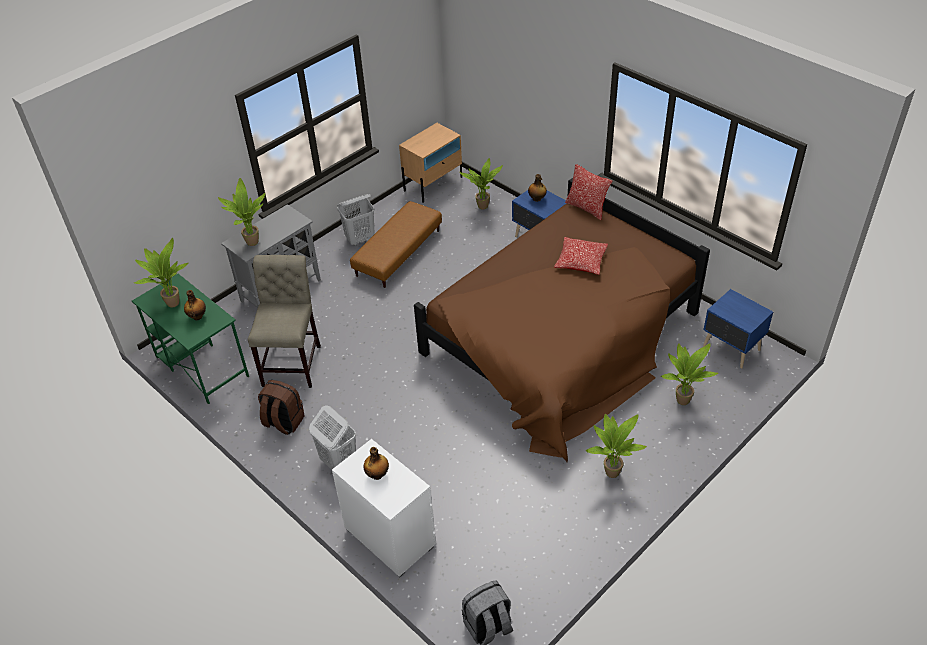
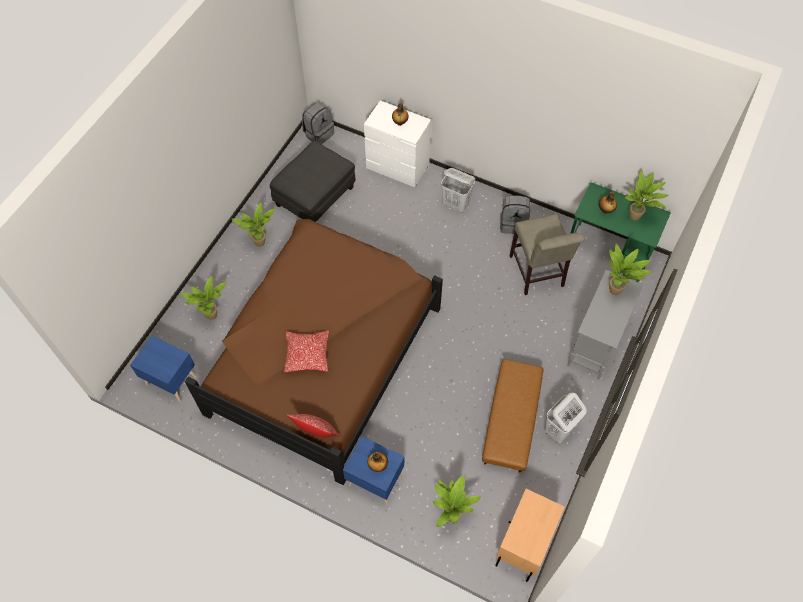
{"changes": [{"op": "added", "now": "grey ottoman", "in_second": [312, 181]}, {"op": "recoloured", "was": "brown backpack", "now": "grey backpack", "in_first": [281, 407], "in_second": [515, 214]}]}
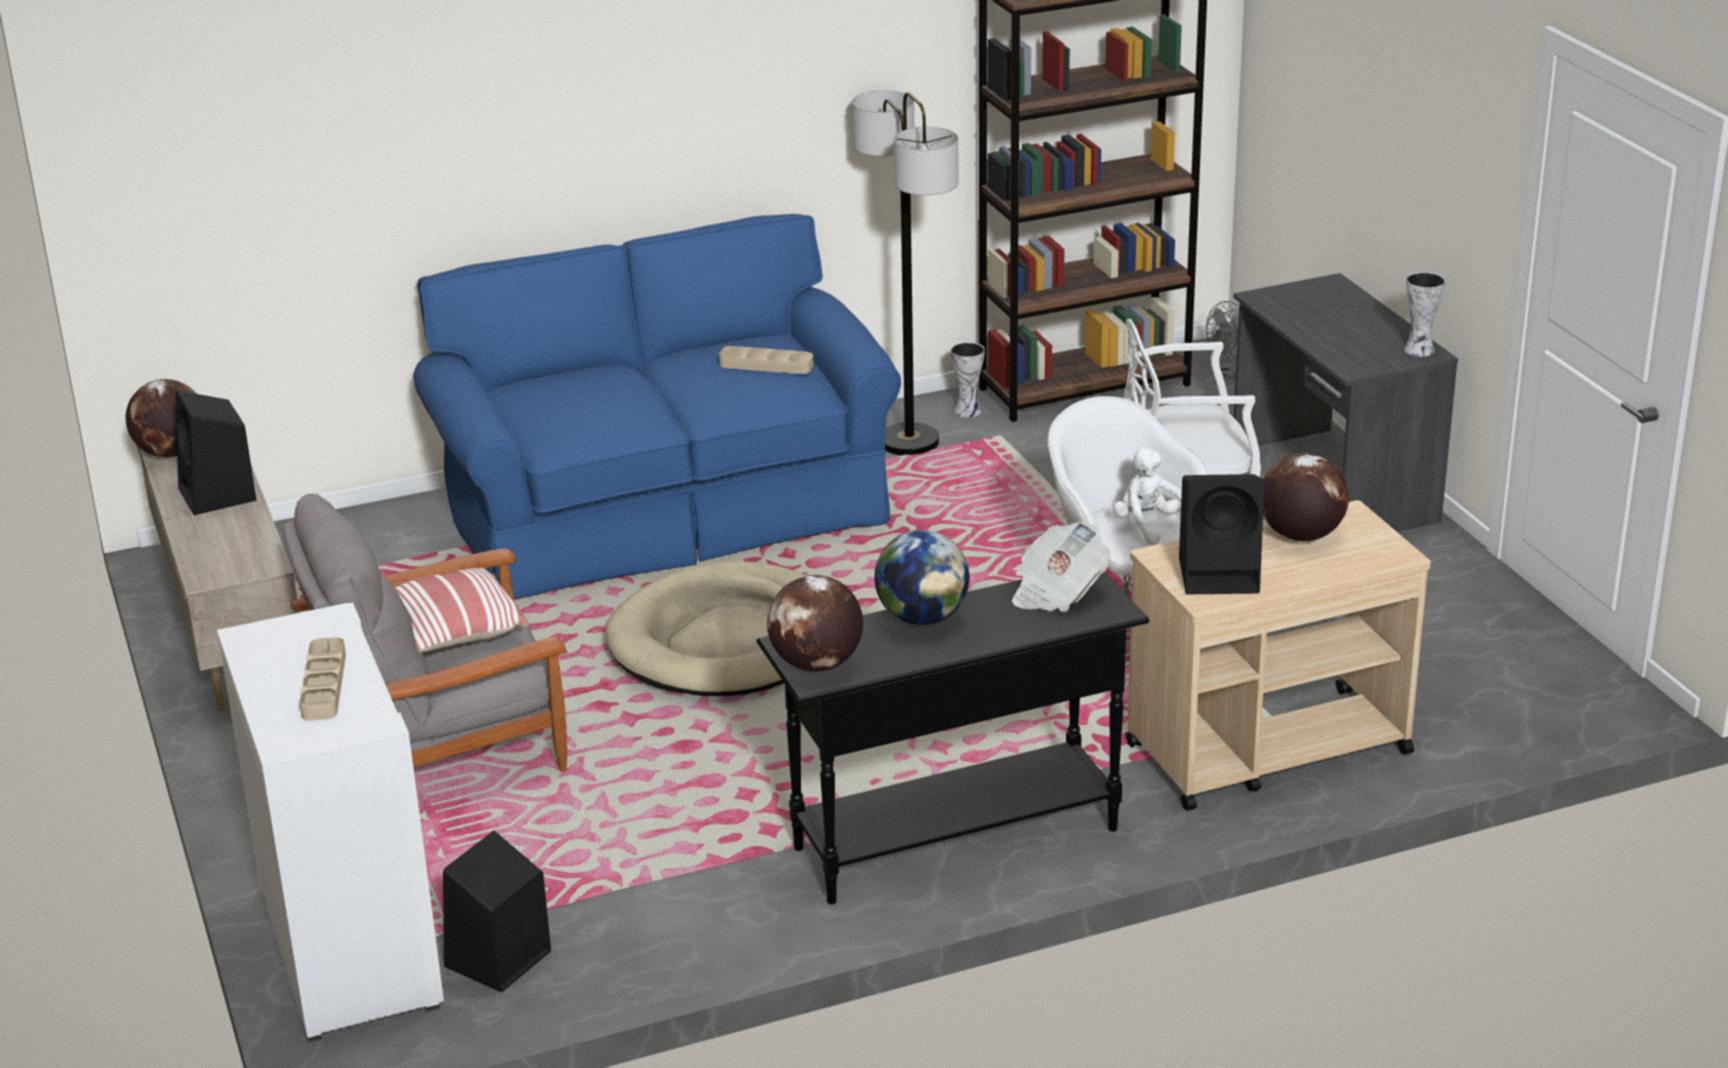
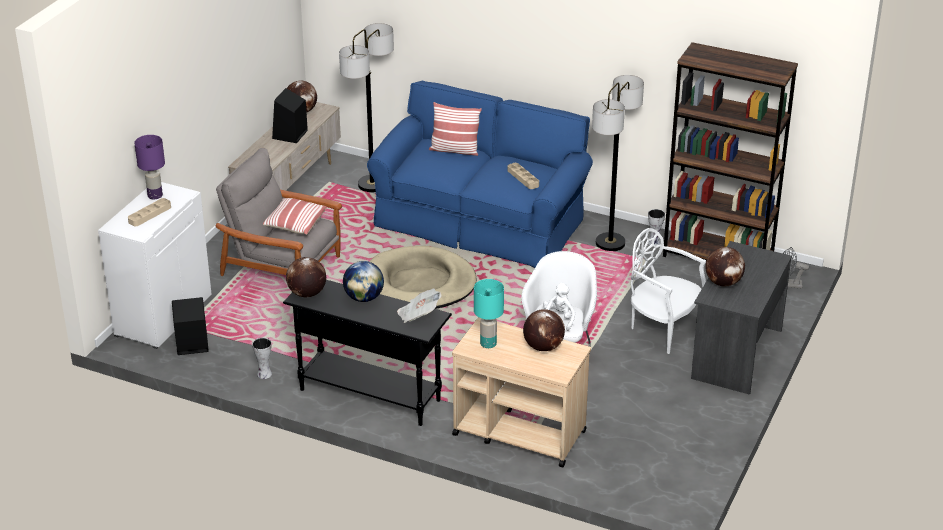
{"changes": [{"op": "added", "now": "purple table lamp", "in_second": [149, 167]}, {"op": "added", "now": "floor lamp", "in_second": [366, 107]}, {"op": "added", "now": "pillow", "in_second": [455, 129]}, {"op": "added", "now": "globe", "in_second": [725, 267]}, {"op": "moved", "was": "vase", "in_first": [1424, 314], "in_second": [262, 358]}, {"op": "replaced", "was": "black speaker", "now": "turquoise table lamp", "in_first": [1221, 534], "in_second": [489, 313]}]}
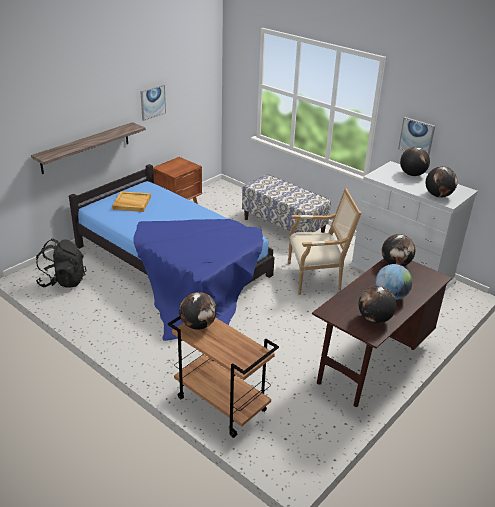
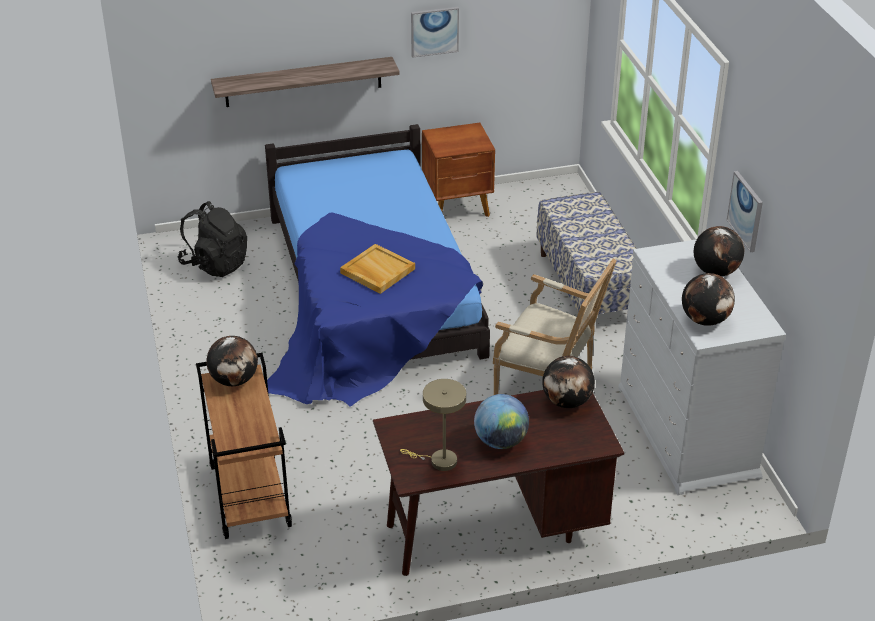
{"changes": [{"op": "moved", "was": "beige tray", "in_first": [131, 201], "in_second": [377, 269]}, {"op": "replaced", "was": "globe", "now": "beige table lamp", "in_first": [377, 304], "in_second": [433, 425]}]}
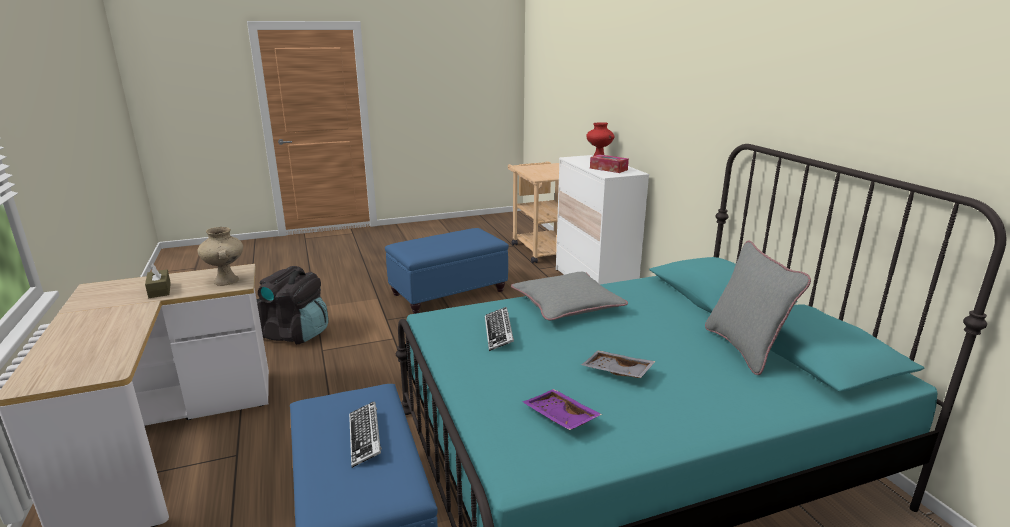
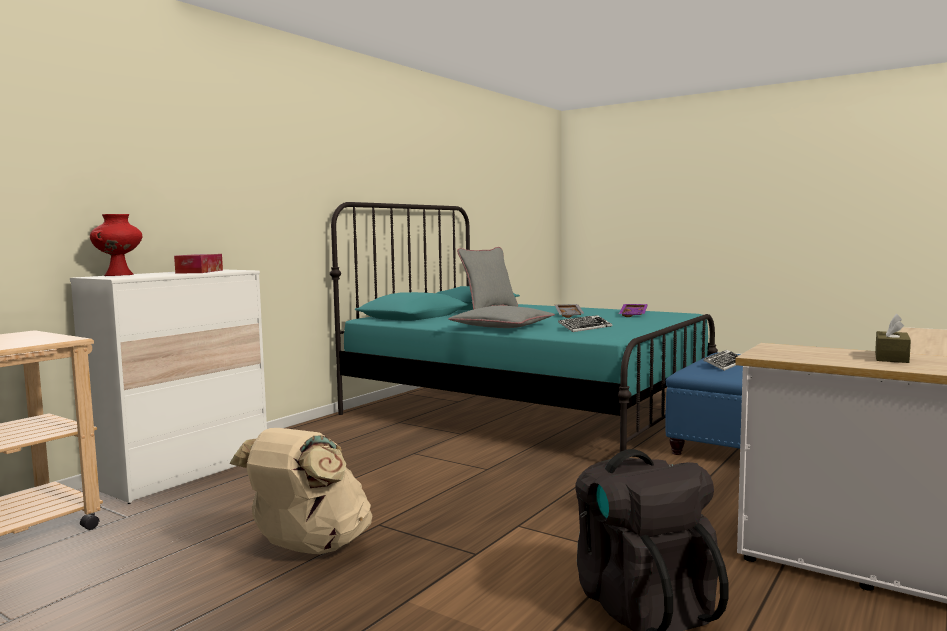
{"changes": [{"op": "removed", "was": "beige vase", "in_first": [220, 256]}, {"op": "replaced", "was": "blue ottoman", "now": "beige backpack", "in_first": [447, 271], "in_second": [301, 491]}]}
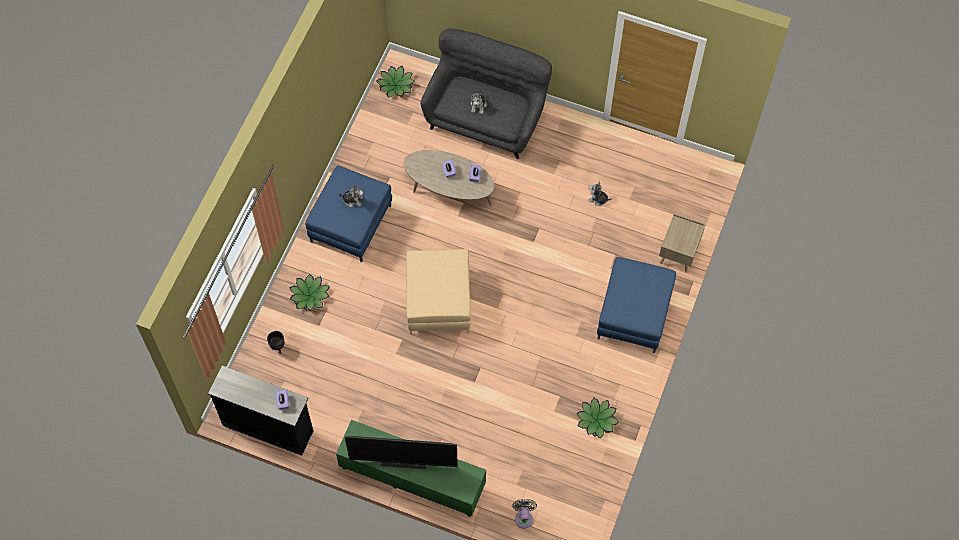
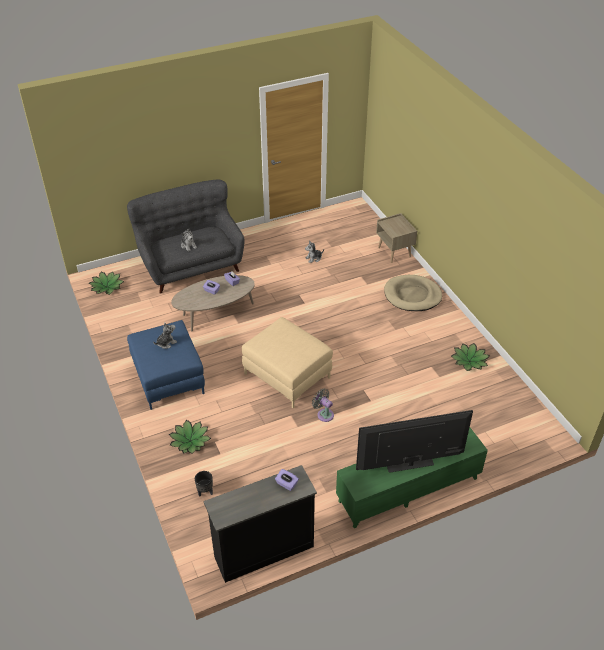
{"changes": [{"op": "moved", "was": "grey fan", "in_first": [524, 514], "in_second": [323, 405]}, {"op": "replaced", "was": "blue ottoman", "now": "beige dog bed", "in_first": [636, 305], "in_second": [413, 293]}, {"op": "turned", "was": "television", "in_first": [401, 452], "in_second": [414, 441], "clockwise": -150}]}
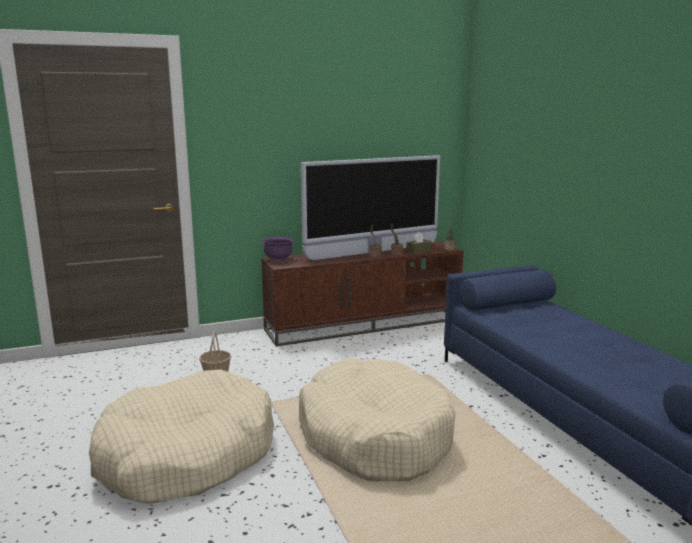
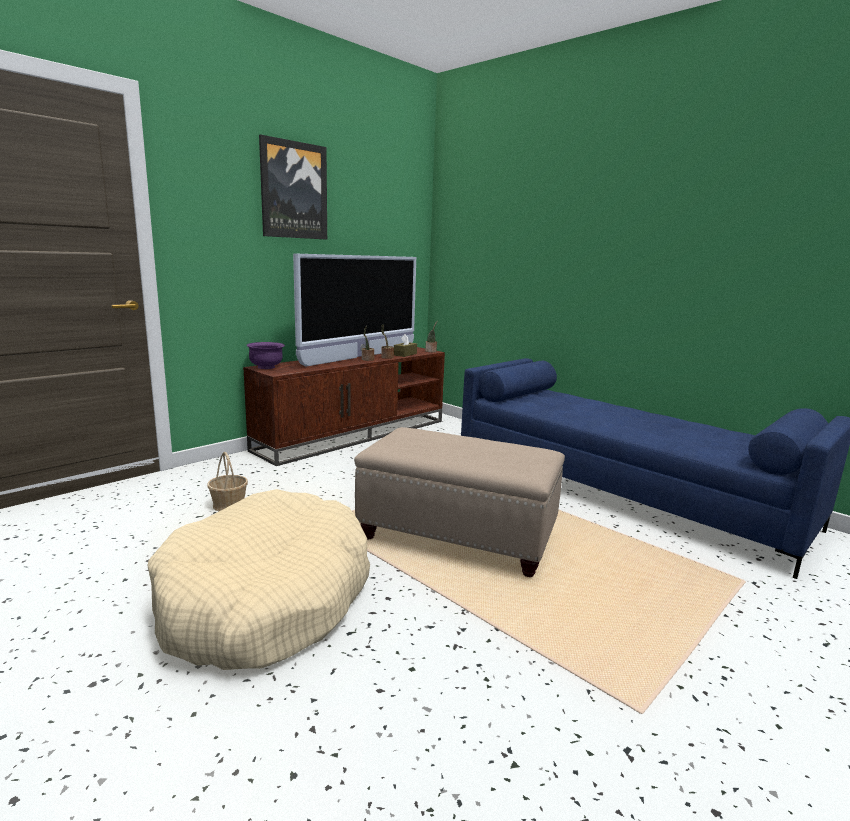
{"changes": [{"op": "added", "now": "picture", "in_second": [293, 187]}, {"op": "replaced", "was": "beige dog bed", "now": "beige ottoman", "in_first": [377, 419], "in_second": [459, 502]}]}
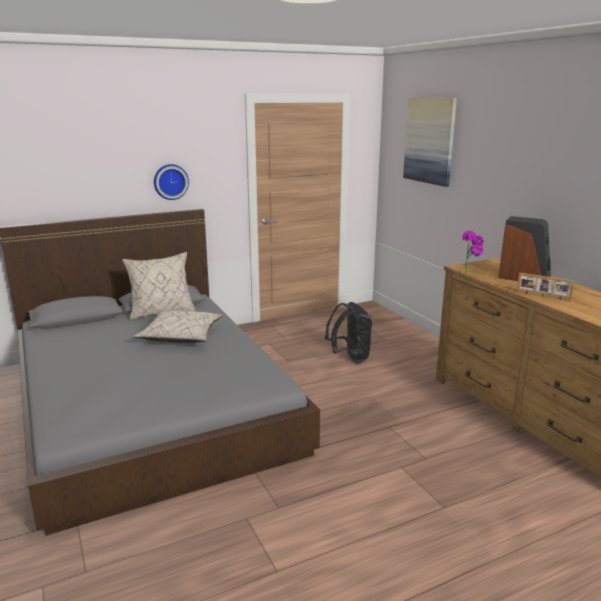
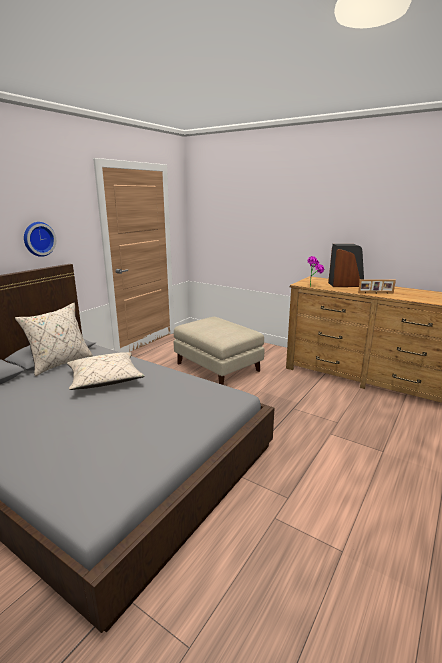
{"changes": [{"op": "removed", "was": "picture", "in_first": [430, 142]}, {"op": "replaced", "was": "black backpack", "now": "beige ottoman", "in_first": [348, 332], "in_second": [219, 351]}]}
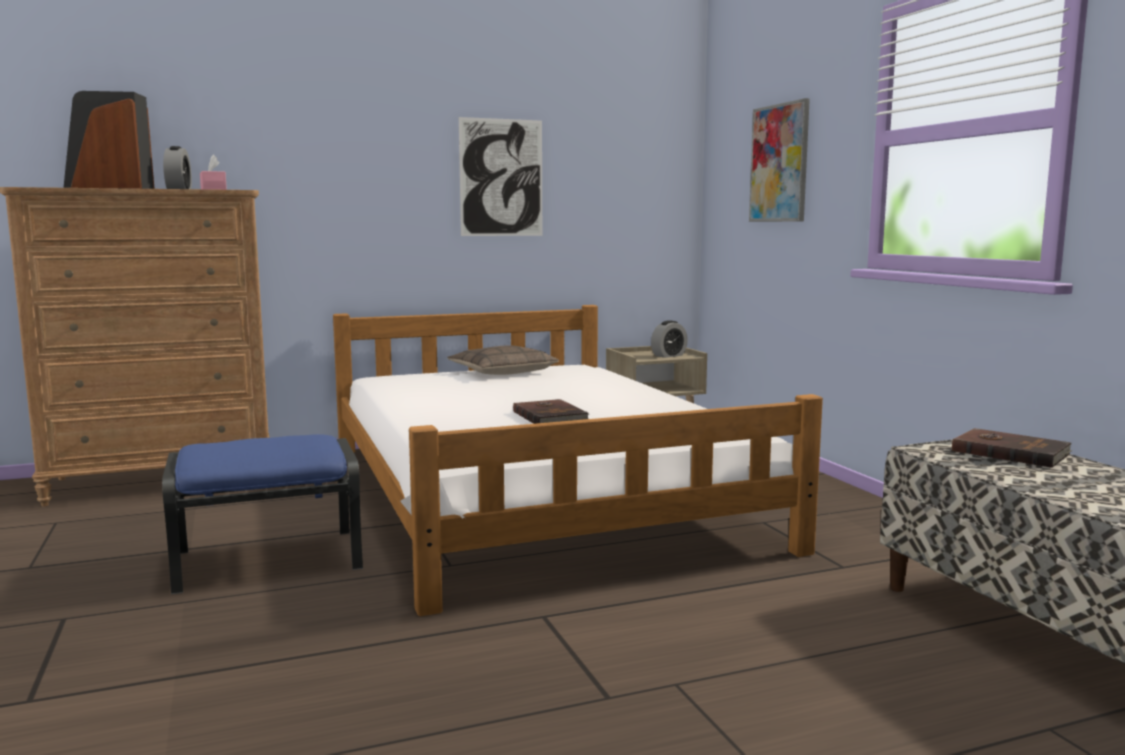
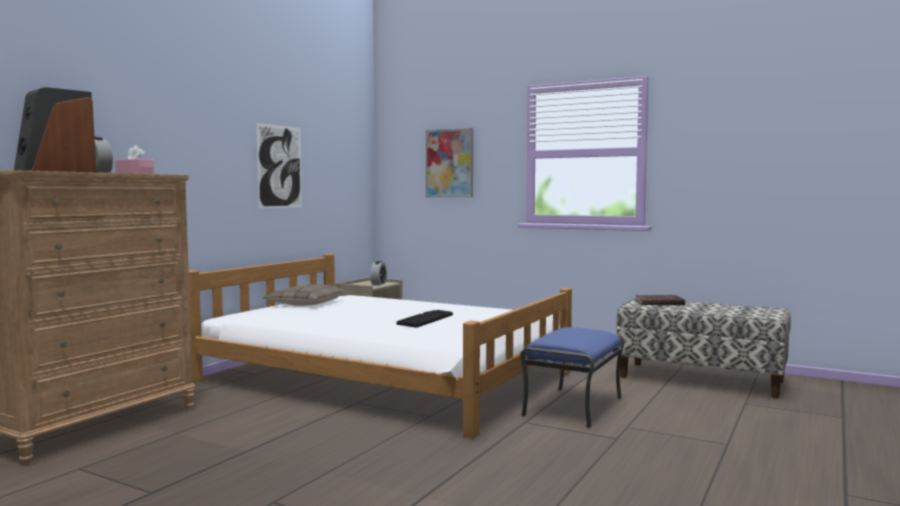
{"changes": [{"op": "moved", "was": "blue ottoman", "in_first": [262, 514], "in_second": [572, 378]}, {"op": "replaced", "was": "brown book", "now": "keyboard", "in_first": [551, 411], "in_second": [425, 319]}]}
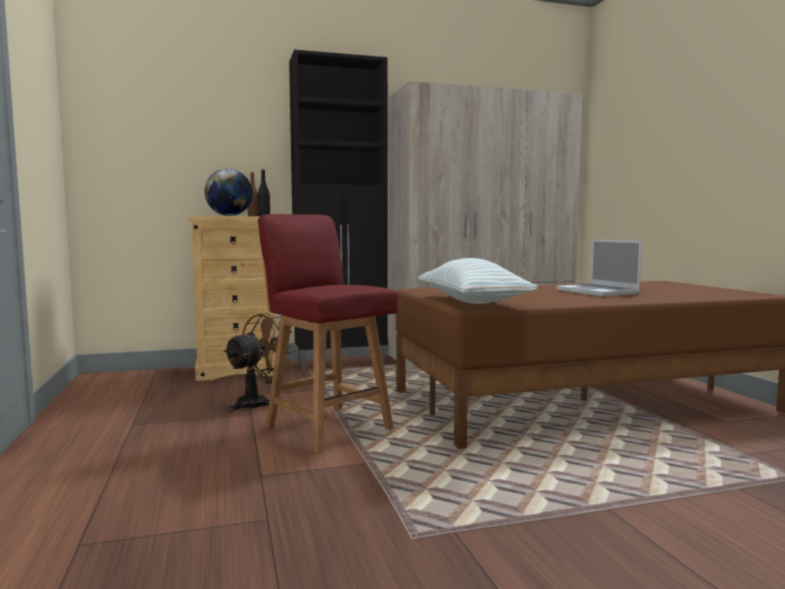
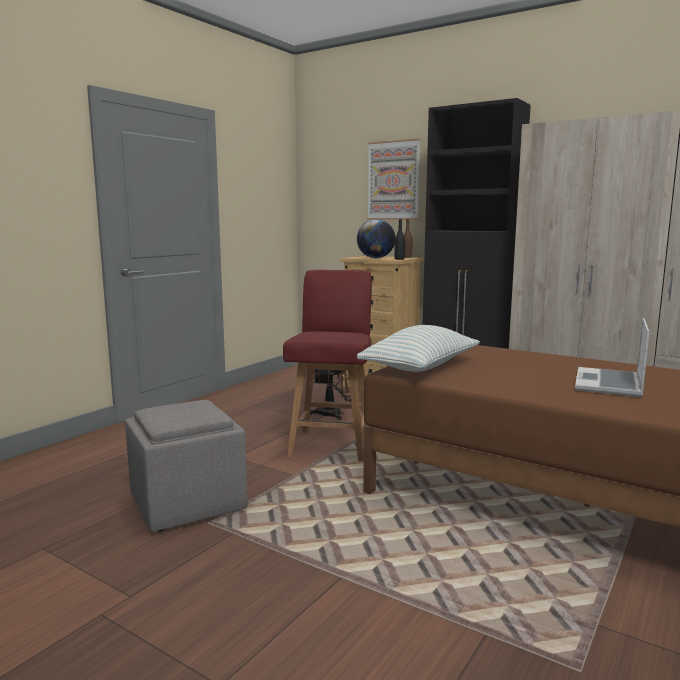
{"changes": [{"op": "added", "now": "grey ottoman", "in_second": [186, 466]}, {"op": "added", "now": "picture", "in_second": [393, 179]}]}
